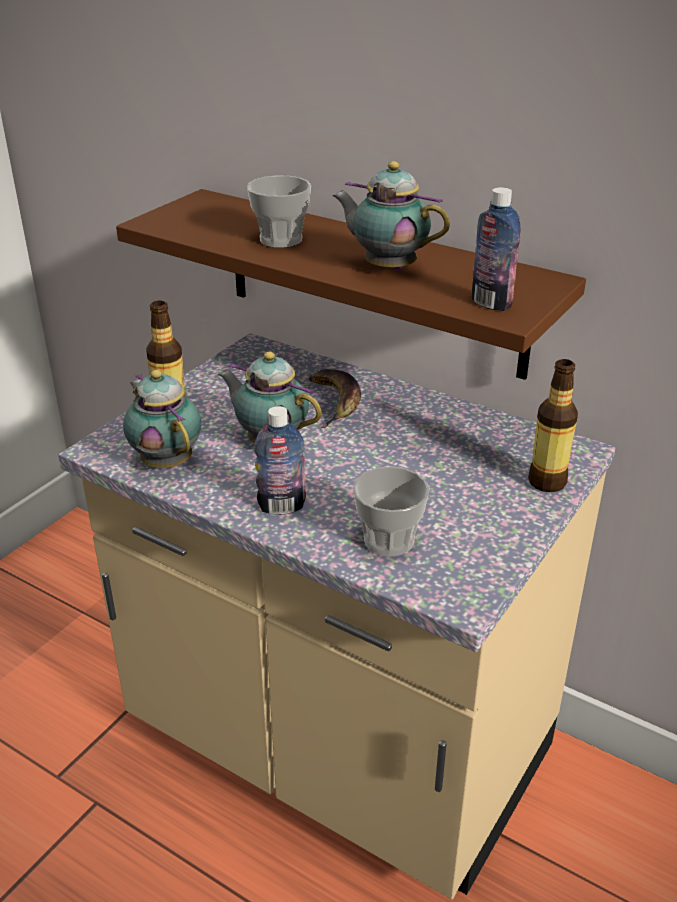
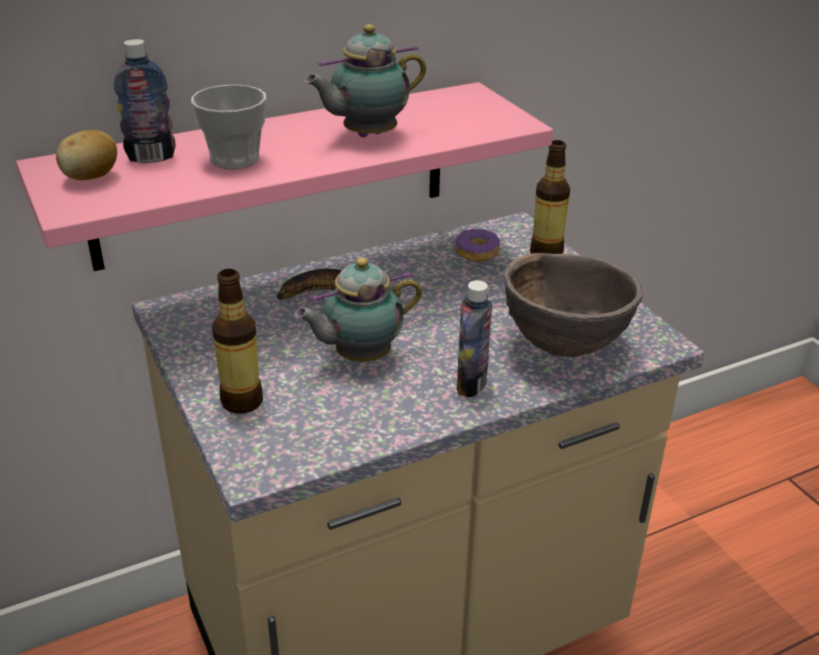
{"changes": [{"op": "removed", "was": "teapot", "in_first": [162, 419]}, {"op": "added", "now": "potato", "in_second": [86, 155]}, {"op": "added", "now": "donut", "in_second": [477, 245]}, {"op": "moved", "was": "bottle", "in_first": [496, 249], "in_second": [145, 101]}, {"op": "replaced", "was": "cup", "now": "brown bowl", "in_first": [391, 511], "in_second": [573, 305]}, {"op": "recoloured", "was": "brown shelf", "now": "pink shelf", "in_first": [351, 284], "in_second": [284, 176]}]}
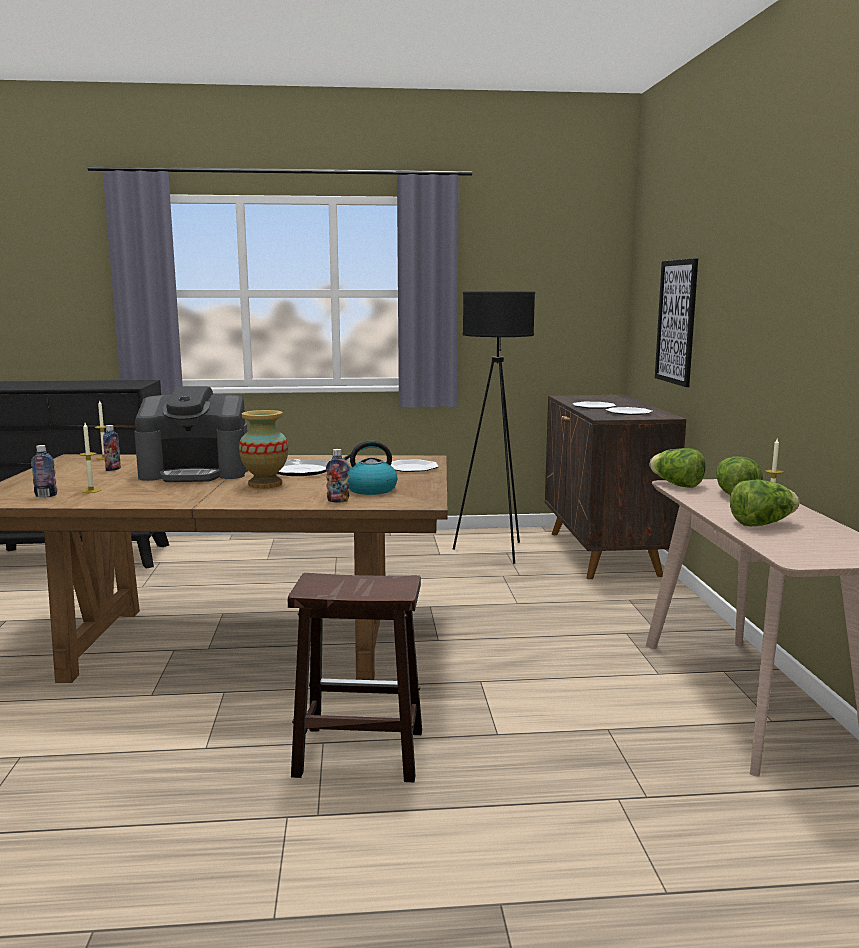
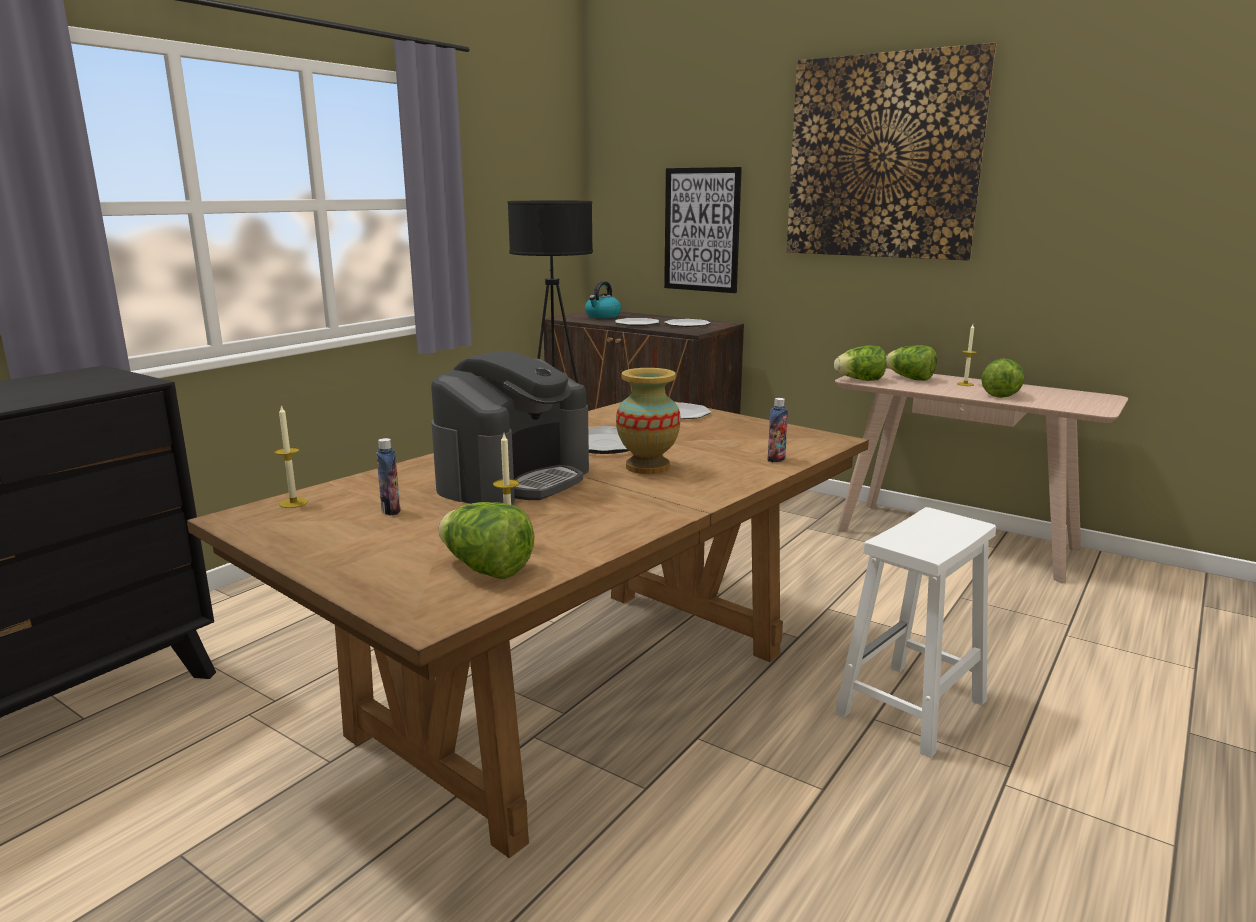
{"changes": [{"op": "added", "now": "picture", "in_second": [891, 151]}, {"op": "moved", "was": "kettle", "in_first": [370, 468], "in_second": [603, 299]}, {"op": "replaced", "was": "bottle", "now": "lettuce", "in_first": [44, 471], "in_second": [486, 540]}, {"op": "recoloured", "was": "brown stool", "now": "white stool", "in_first": [355, 677], "in_second": [915, 632]}]}
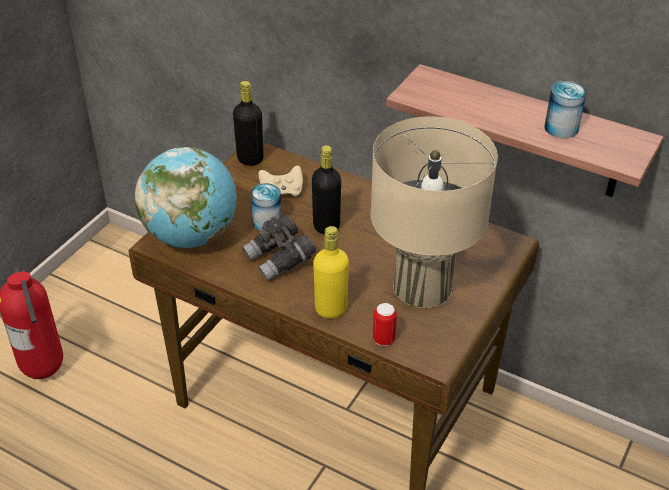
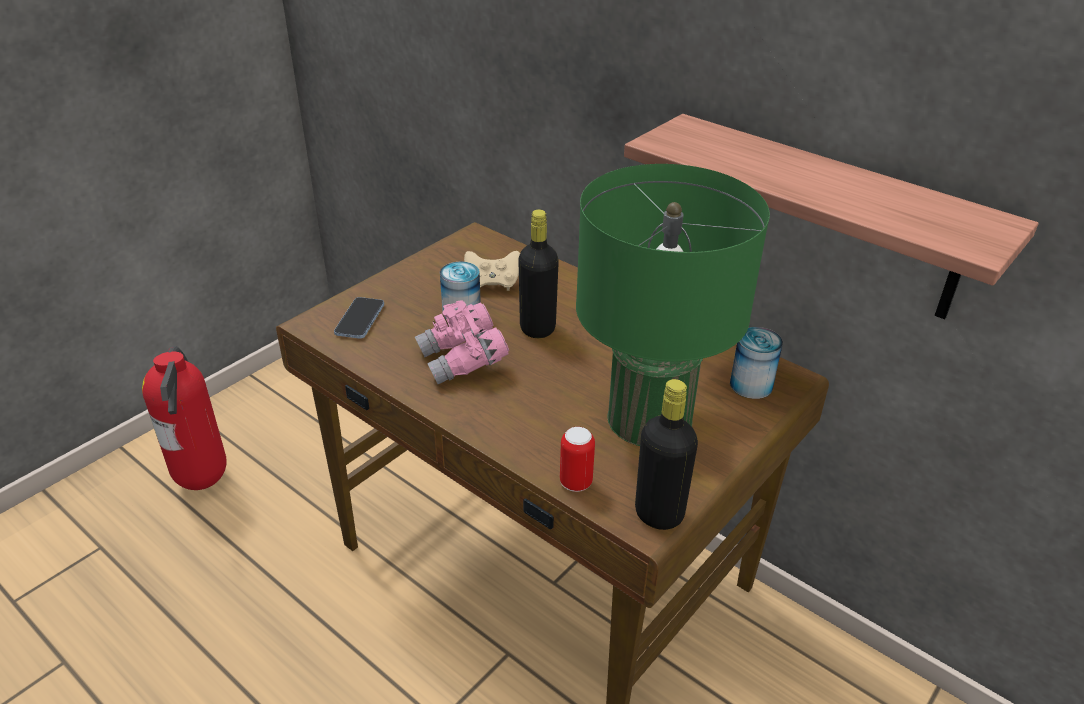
{"changes": [{"op": "removed", "was": "yellow bottle", "in_first": [331, 272]}, {"op": "moved", "was": "black bottle", "in_first": [248, 123], "in_second": [666, 454]}, {"op": "moved", "was": "can", "in_first": [565, 109], "in_second": [756, 363]}, {"op": "replaced", "was": "globe", "now": "phone", "in_first": [186, 197], "in_second": [359, 318]}, {"op": "recoloured", "was": "grey binoculars", "now": "pink binoculars", "in_first": [279, 248], "in_second": [462, 342]}, {"op": "recoloured", "was": "beige table lamp", "now": "green table lamp", "in_first": [434, 212], "in_second": [673, 305]}]}
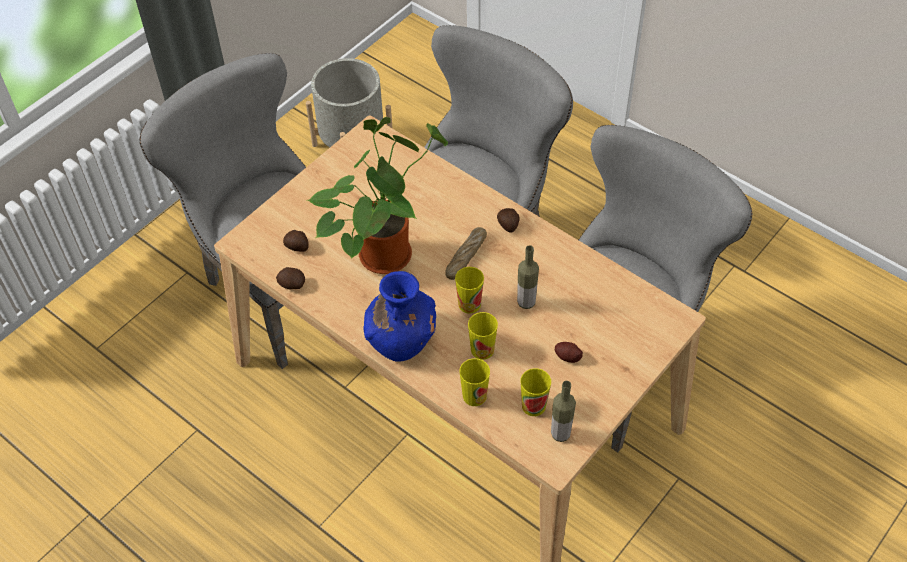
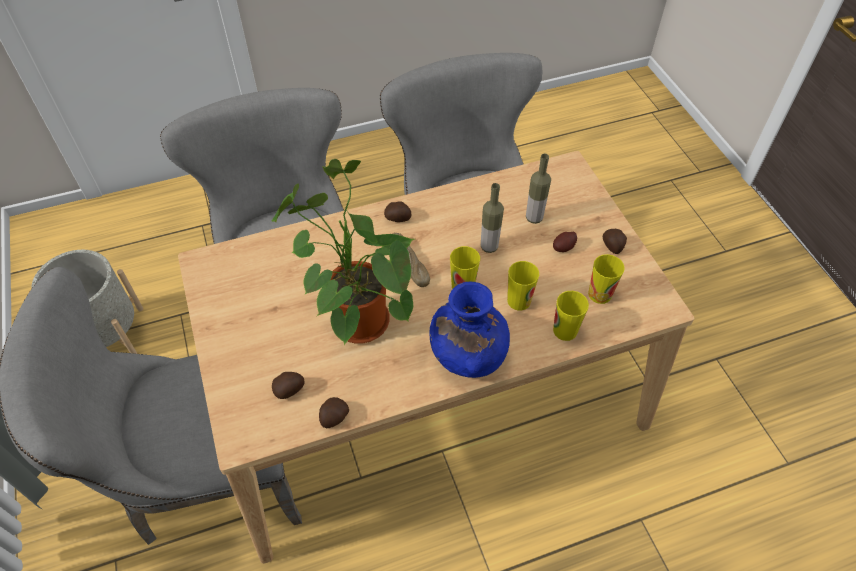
{"changes": [{"op": "added", "now": "potato", "in_second": [615, 241]}, {"op": "moved", "was": "bottle", "in_first": [563, 411], "in_second": [538, 188]}]}
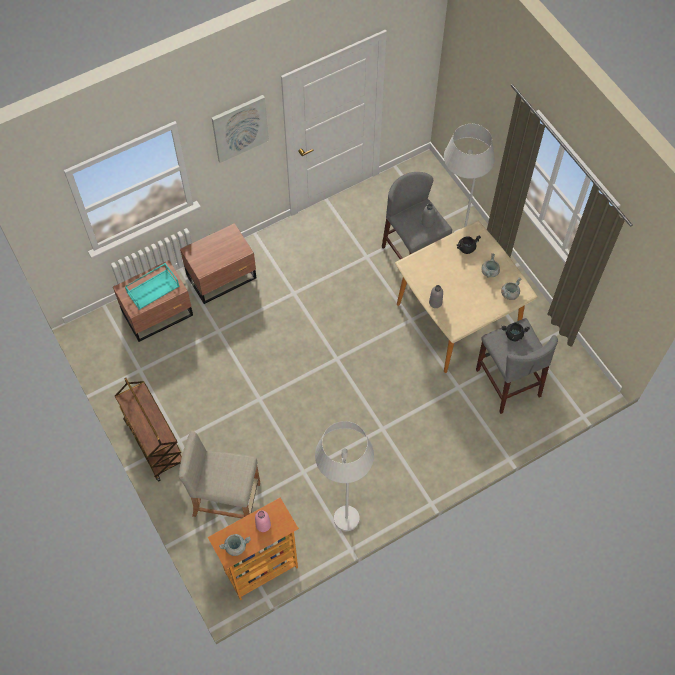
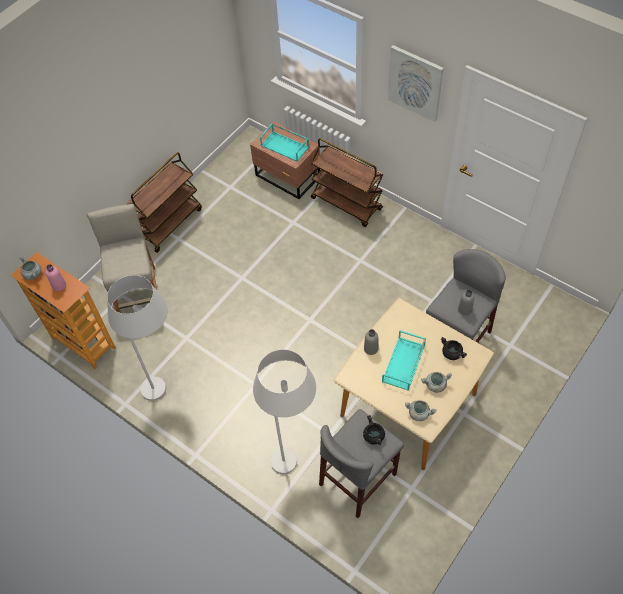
{"changes": [{"op": "added", "now": "turquoise tray", "in_second": [404, 360]}, {"op": "moved", "was": "white floor lamp", "in_first": [469, 178], "in_second": [284, 411]}, {"op": "replaced", "was": "brown nightstand", "now": "brown cart", "in_first": [218, 263], "in_second": [347, 182]}]}
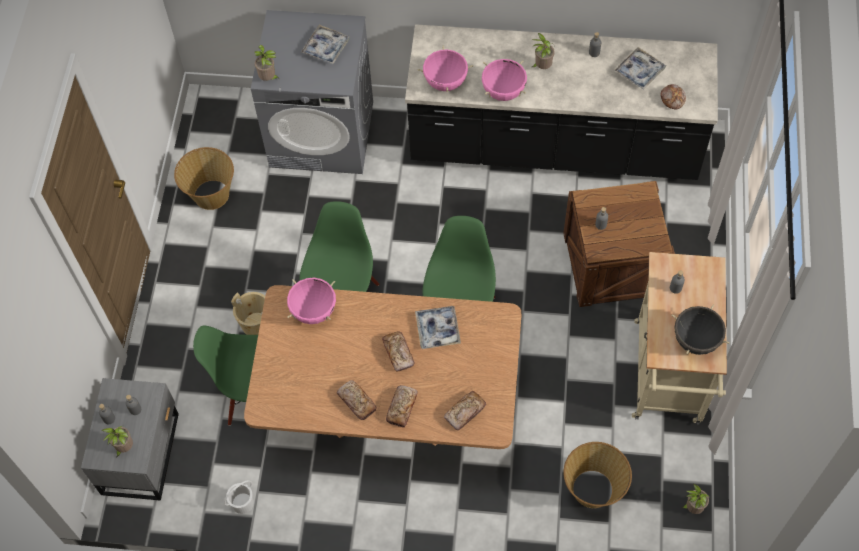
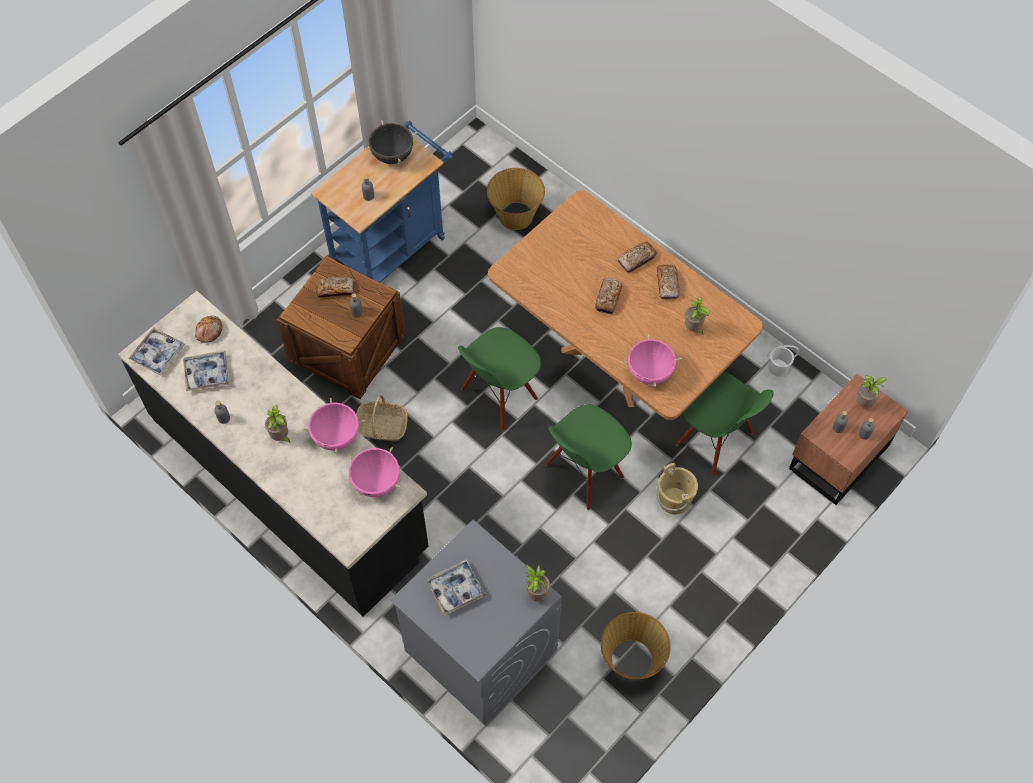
{"changes": [{"op": "added", "now": "basket", "in_second": [382, 418]}, {"op": "moved", "was": "tray", "in_first": [438, 327], "in_second": [156, 351]}, {"op": "moved", "was": "bread", "in_first": [465, 410], "in_second": [334, 287]}, {"op": "moved", "was": "potted plant", "in_first": [695, 498], "in_second": [697, 315]}, {"op": "recoloured", "was": "grey nightstand", "now": "brown nightstand", "in_first": [130, 439], "in_second": [848, 439]}, {"op": "recoloured", "was": "beige cart", "now": "blue cart", "in_first": [679, 338], "in_second": [382, 202]}]}
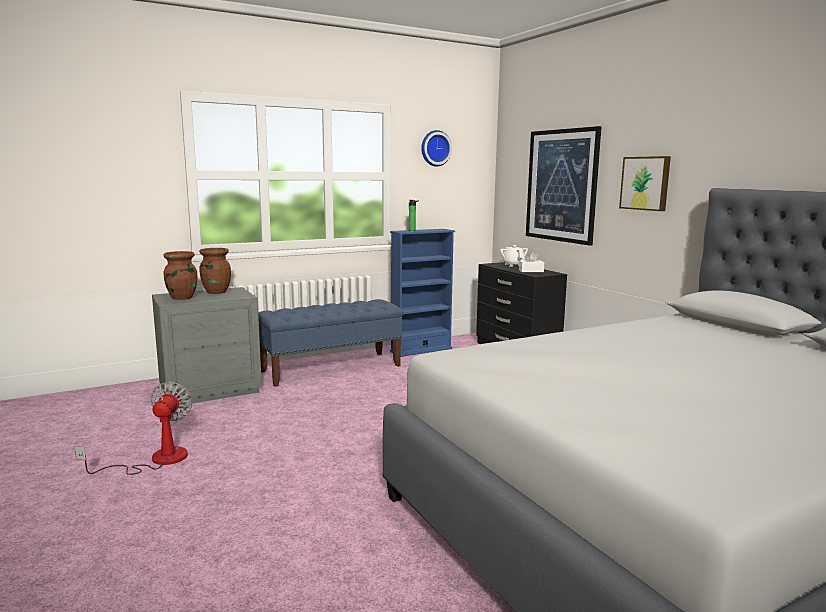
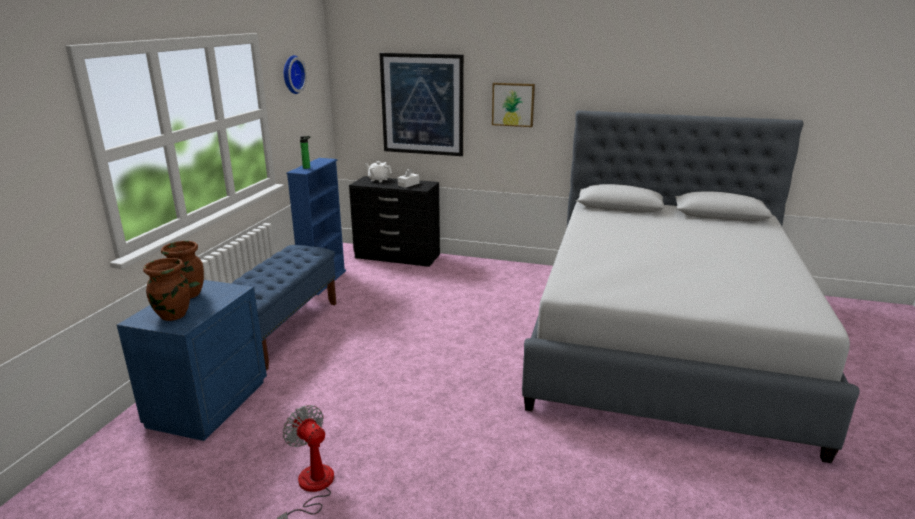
{"changes": [{"op": "recoloured", "was": "grey nightstand", "now": "blue nightstand", "in_first": [207, 345], "in_second": [192, 360]}]}
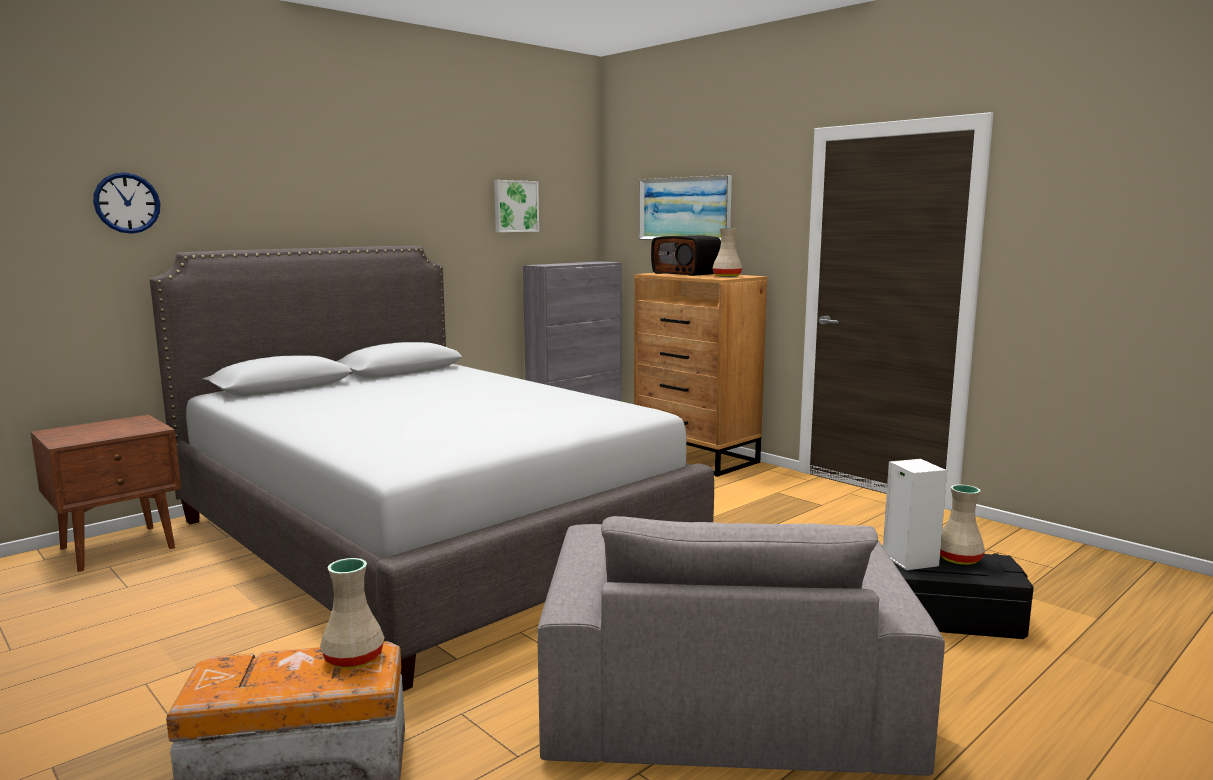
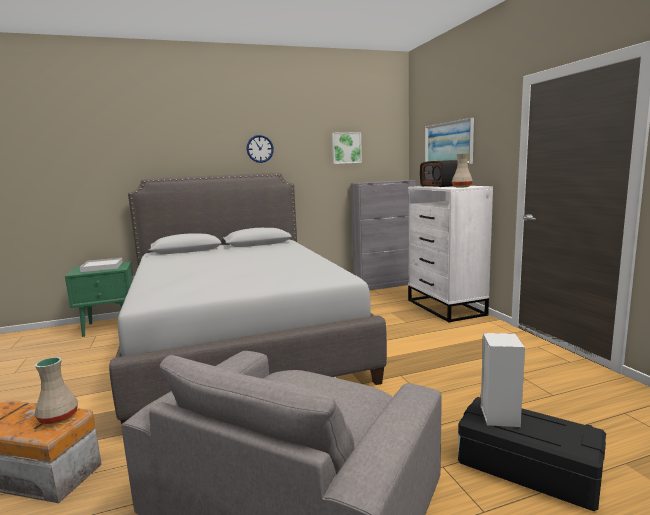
{"changes": [{"op": "removed", "was": "beige vase", "in_first": [962, 525]}, {"op": "added", "now": "white tray", "in_second": [101, 265]}, {"op": "moved", "was": "wall clock", "in_first": [126, 203], "in_second": [260, 149]}, {"op": "recoloured", "was": "brown nightstand", "now": "green nightstand", "in_first": [106, 493], "in_second": [99, 299]}, {"op": "recoloured", "was": "brown dresser", "now": "white dresser", "in_first": [700, 375], "in_second": [450, 254]}]}
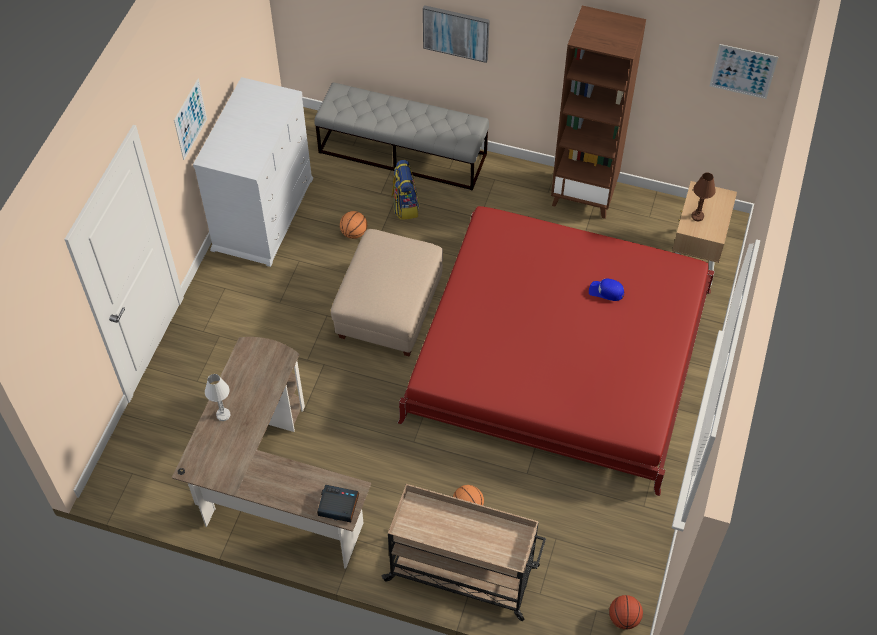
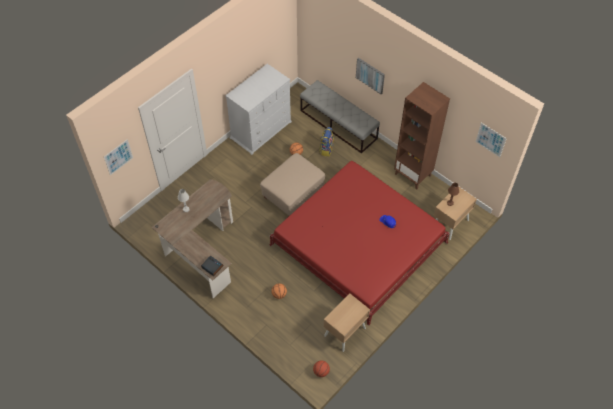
{"changes": [{"op": "removed", "was": "beige cart", "in_first": [463, 552]}, {"op": "added", "now": "beige nightstand", "in_second": [346, 322]}, {"op": "moved", "was": "picture", "in_first": [190, 119], "in_second": [118, 157]}]}
